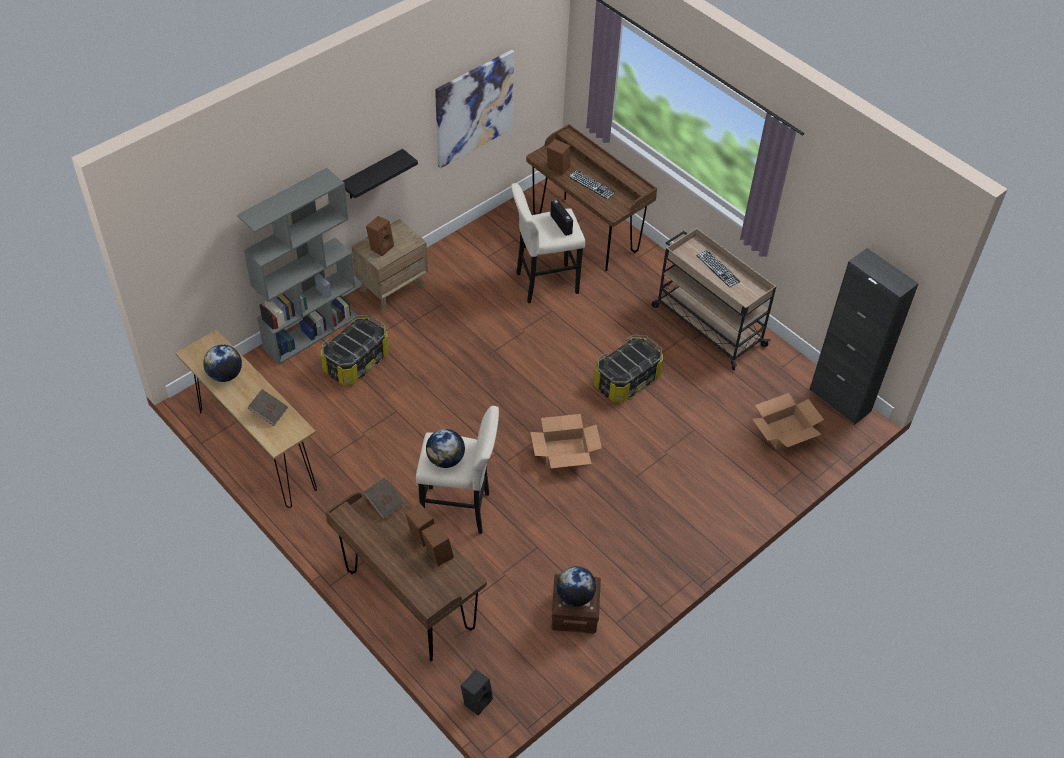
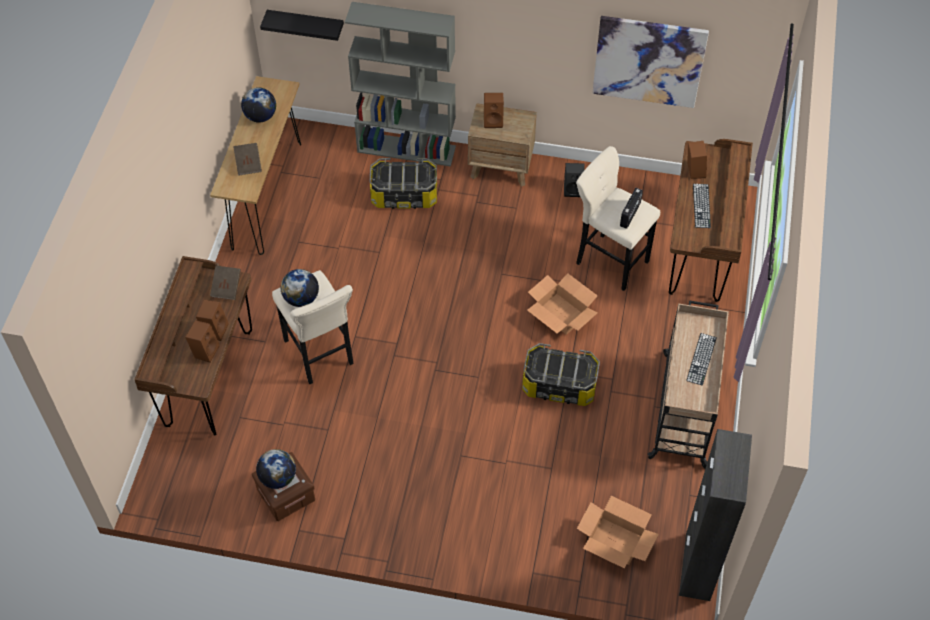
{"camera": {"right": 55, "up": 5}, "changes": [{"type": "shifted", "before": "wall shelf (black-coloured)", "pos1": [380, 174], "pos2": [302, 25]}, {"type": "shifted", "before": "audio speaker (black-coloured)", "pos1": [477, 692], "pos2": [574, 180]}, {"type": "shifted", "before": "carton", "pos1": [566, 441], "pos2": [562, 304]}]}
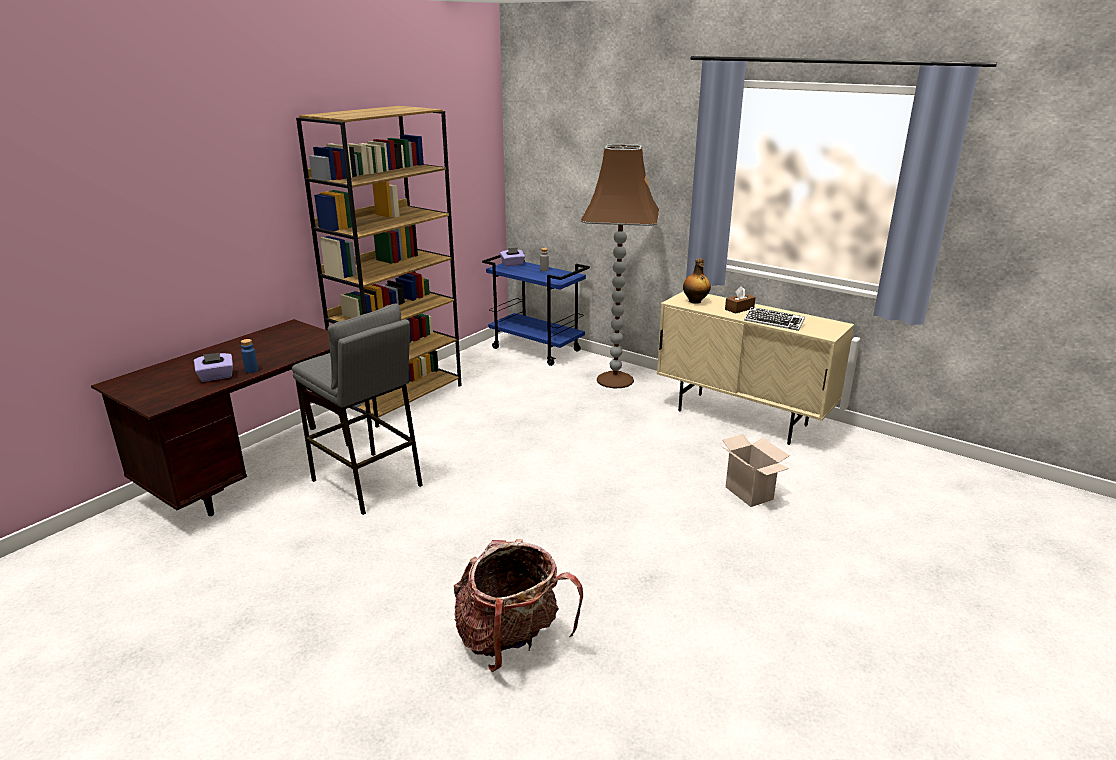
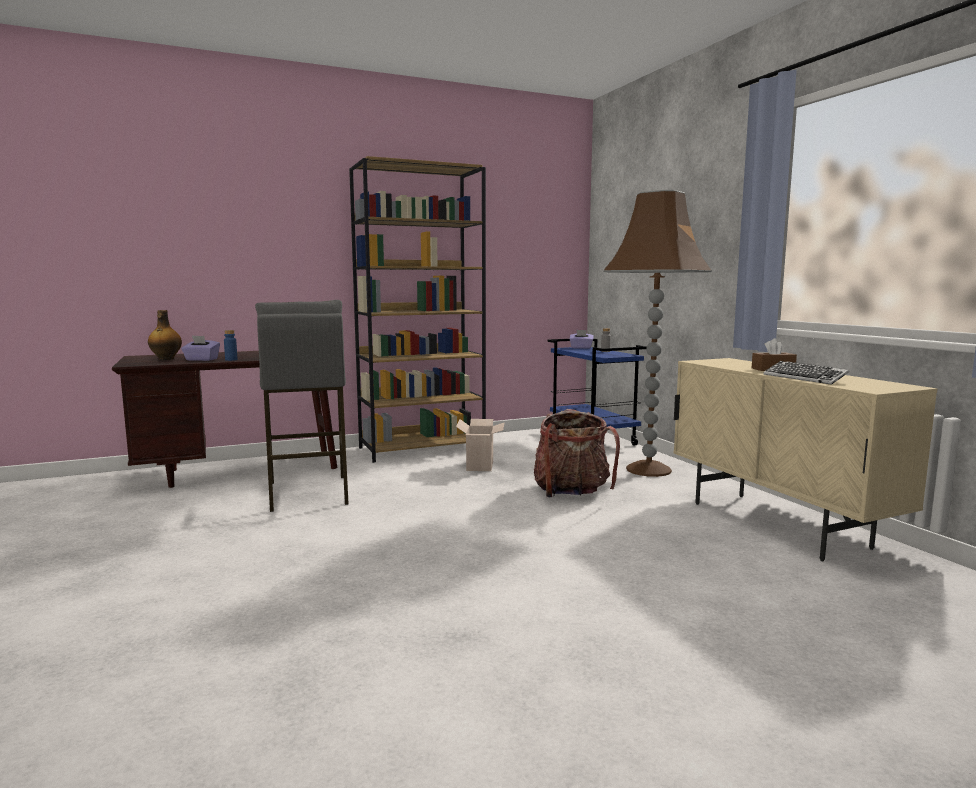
{"camera": {"right": 30, "up": -15}, "changes": [{"type": "shifted", "before": "knapsack", "pos1": [518, 605], "pos2": [577, 453]}, {"type": "shifted", "before": "drink bottle", "pos1": [697, 281], "pos2": [165, 335]}, {"type": "shifted", "before": "carton", "pos1": [755, 470], "pos2": [480, 445]}]}
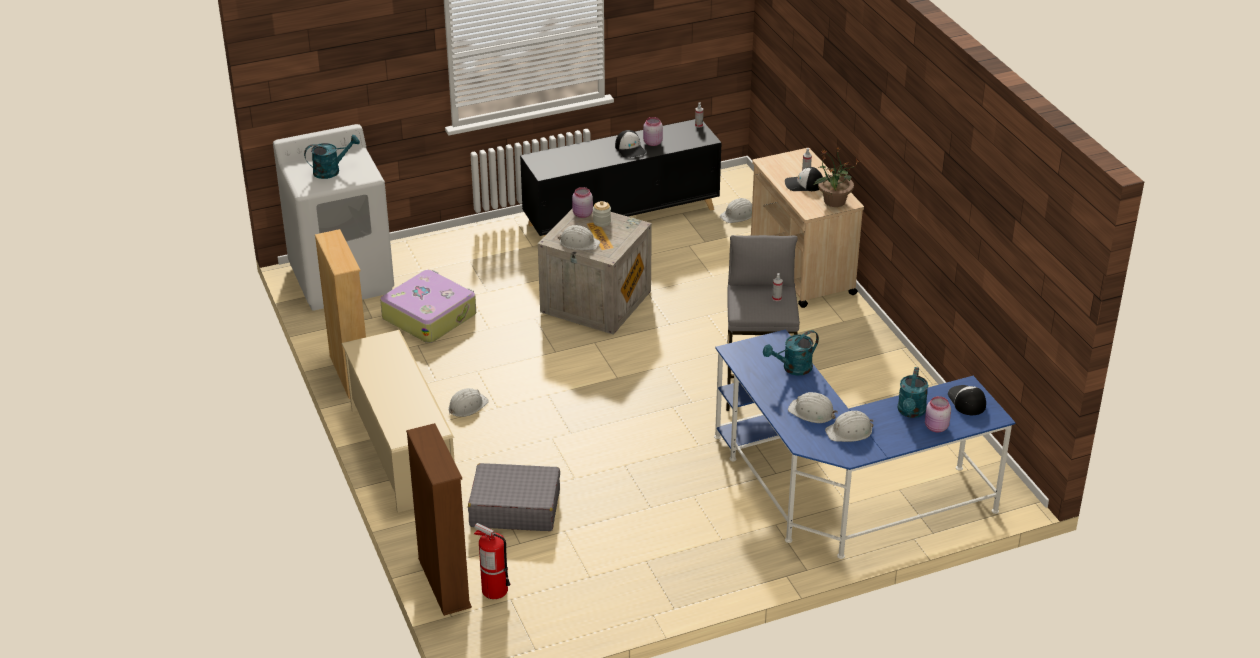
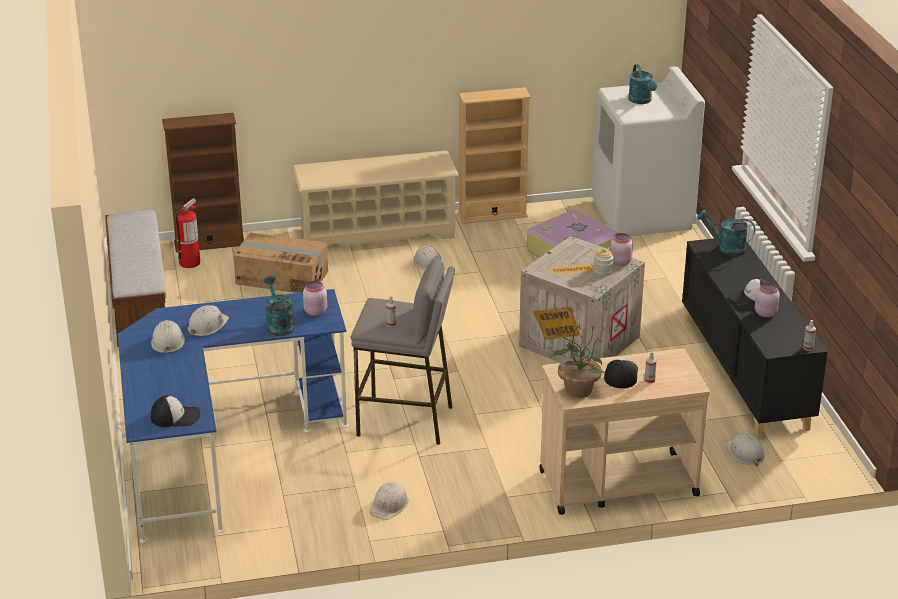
{"camera": {"right": 100, "up": -5}, "changes": [{"type": "new", "after": "indoor bench", "pos2": [136, 278]}, {"type": "shifted", "before": "safety helmet (whitish)", "pos1": [579, 237], "pos2": [389, 501]}, {"type": "shifted", "before": "watering can (turquoise-coloured)", "pos1": [912, 392], "pos2": [726, 233]}, {"type": "shifted", "before": "storage jar (pink-coloured)", "pos1": [938, 414], "pos2": [315, 298]}, {"type": "swapped", "before": "suitcase (greyish)", "after": "carton", "pos1": [514, 497], "pos2": [280, 262]}]}
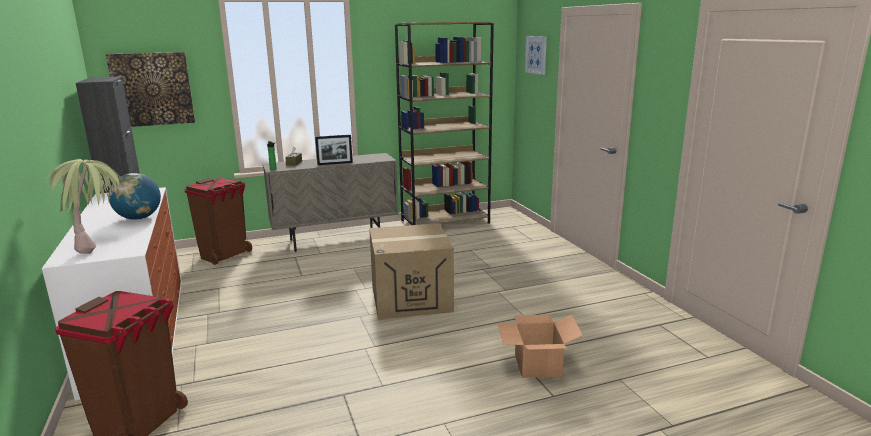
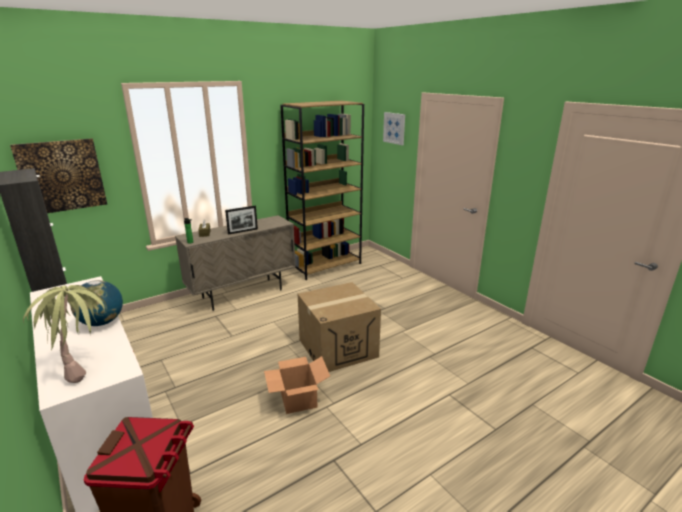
{"camera": {"right": -15, "up": 5}, "changes": [{"type": "gone", "before": "rubbish bin (brown)", "pos1": [218, 221]}, {"type": "shifted", "before": "carton", "pos1": [540, 346], "pos2": [297, 385]}]}
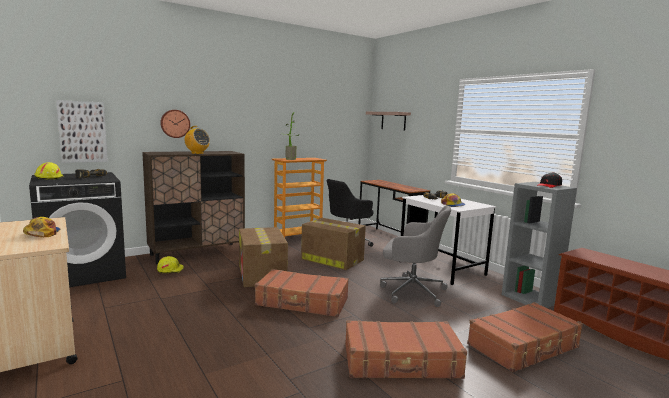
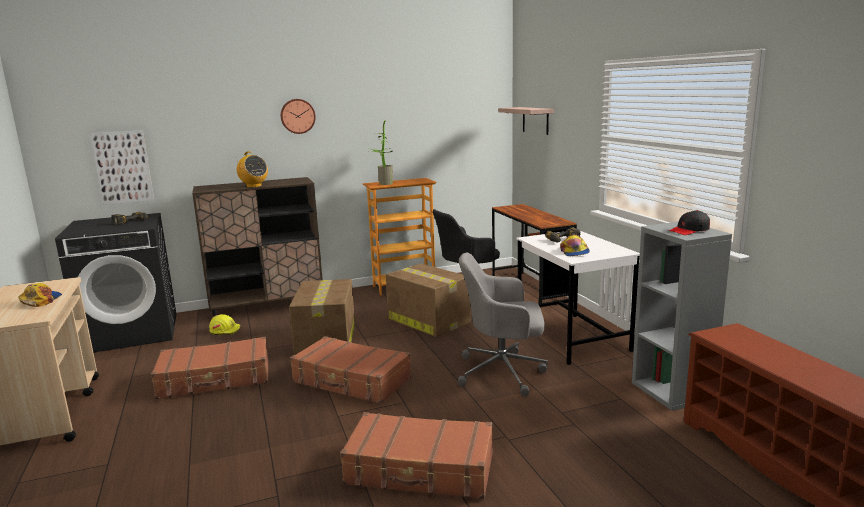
{"camera": {"right": 15, "up": 5}, "changes": [{"type": "gone", "before": "safety helmet (yellowish)", "pos1": [48, 171]}, {"type": "shifted", "before": "wall clock", "pos1": [175, 124], "pos2": [298, 116]}, {"type": "shifted", "before": "suitcase (brown)", "pos1": [525, 337], "pos2": [209, 368]}, {"type": "rotated", "before": "computer chair (greyish)", "pos1": [415, 256], "pos2": [502, 324], "turn": 150}]}
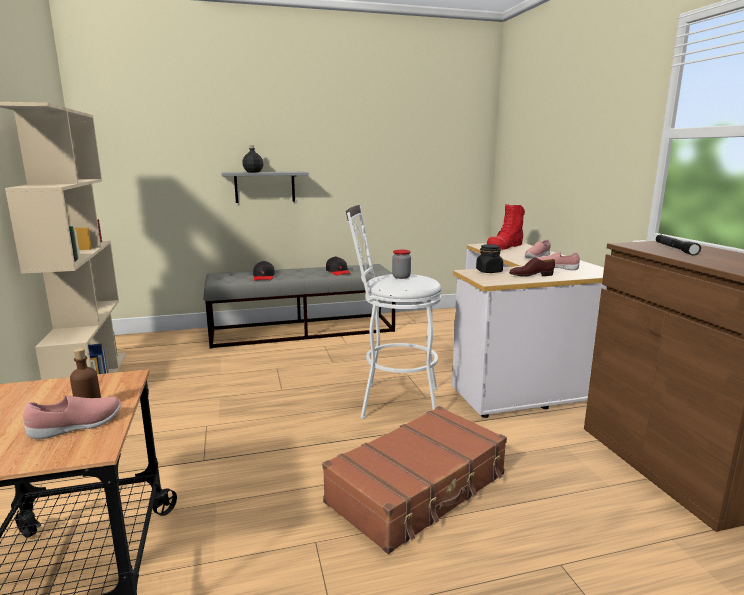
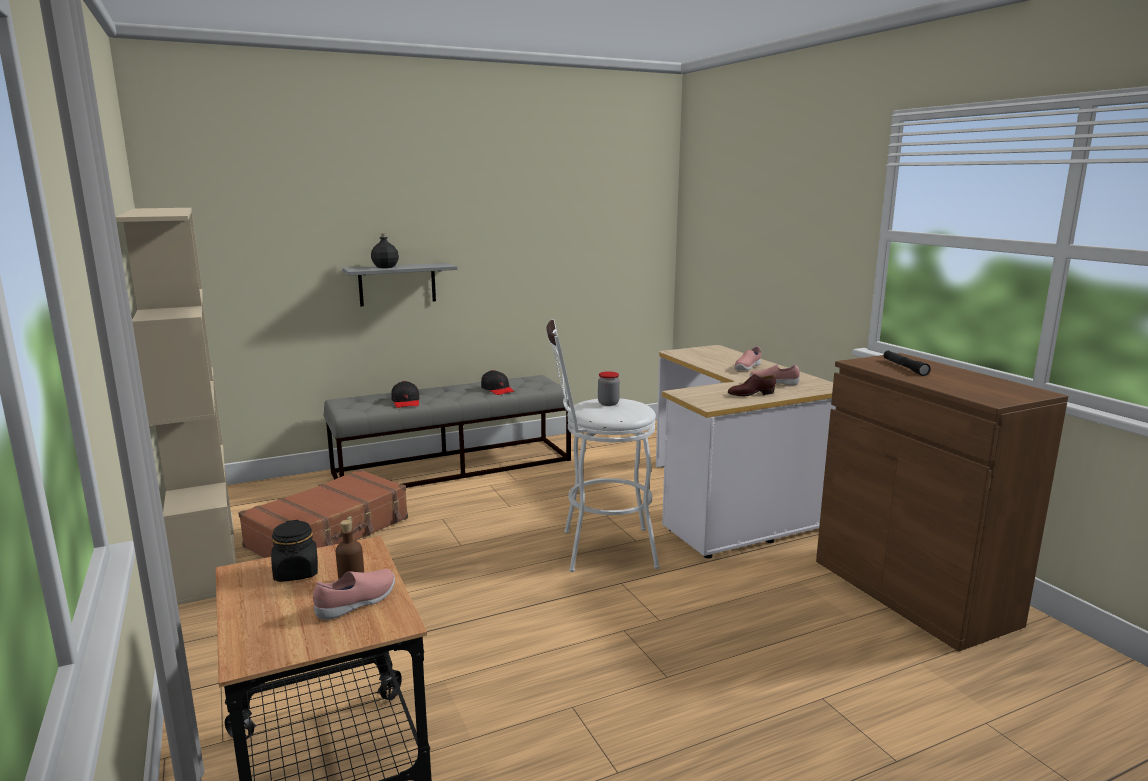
{"camera": {"right": -10, "up": 0}, "changes": [{"type": "gone", "before": "tall boot (red)", "pos1": [506, 227]}, {"type": "shifted", "before": "suitcase (brown)", "pos1": [414, 480], "pos2": [323, 513]}, {"type": "shifted", "before": "storage jar (black-coloured)", "pos1": [489, 258], "pos2": [294, 551]}]}
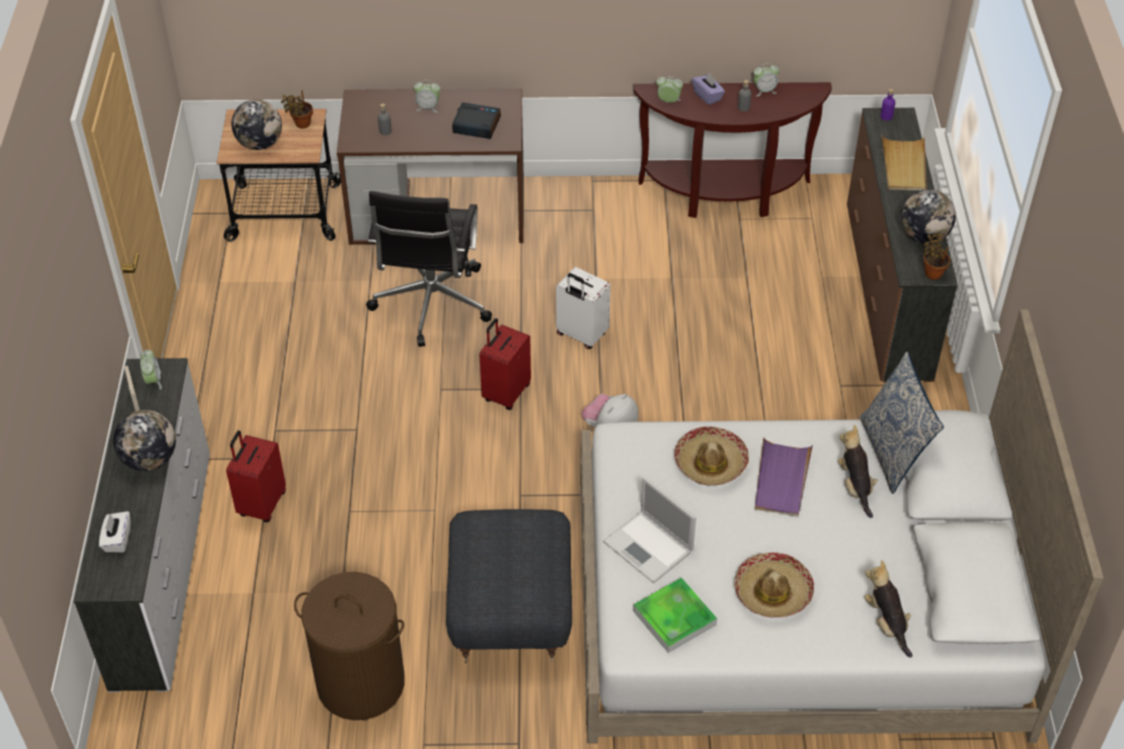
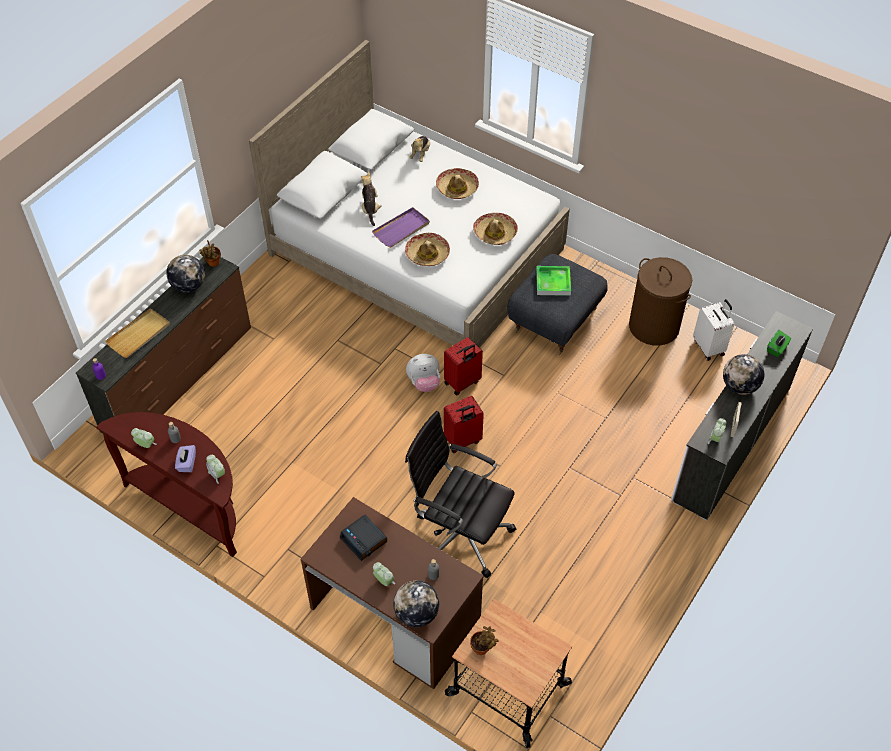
{"camera": {"right": -145, "up": 5}, "changes": [{"type": "gone", "before": "cushion", "pos1": [901, 422]}, {"type": "shifted", "before": "suitcase (red)", "pos1": [256, 476], "pos2": [463, 366]}, {"type": "shifted", "before": "world globe", "pos1": [256, 125], "pos2": [416, 604]}, {"type": "shifted", "before": "suitcase (whitish)", "pos1": [583, 308], "pos2": [713, 330]}, {"type": "shifted", "before": "carrying tray", "pos1": [675, 615], "pos2": [553, 281]}, {"type": "swapped", "before": "portable computer", "after": "wearable hat", "pos1": [649, 530], "pos2": [495, 229]}, {"type": "repainted", "before": "tissue box (whitish)", "after": "tissue box (green)", "pos1": [115, 531], "pos2": [779, 343]}, {"type": "rotated", "before": "computer chair (black-coloured)", "pos1": [429, 269], "pos2": [460, 494], "turn": -105}, {"type": "rotated", "before": "plush toy", "pos1": [858, 471], "pos2": [371, 199], "turn": 150}]}
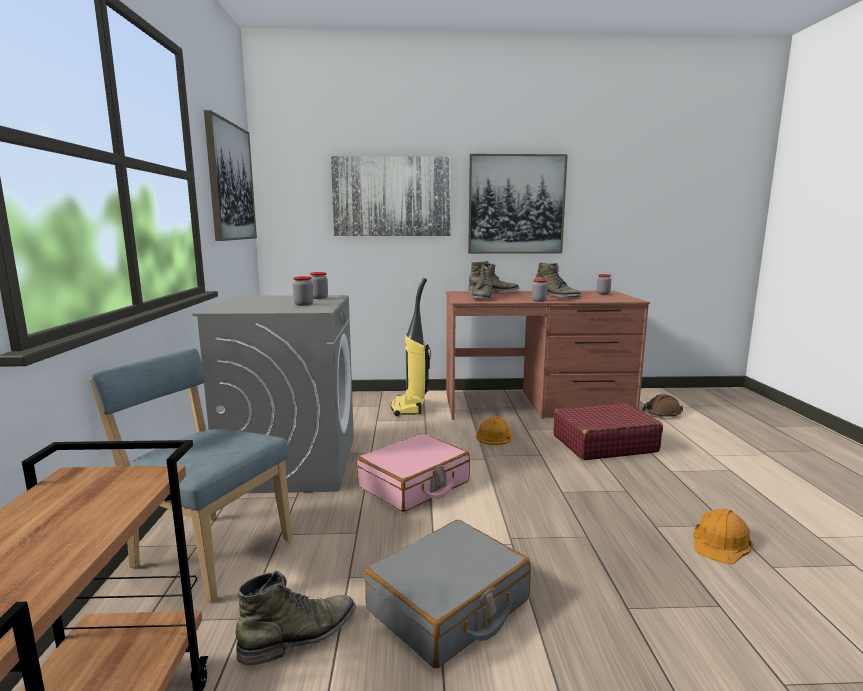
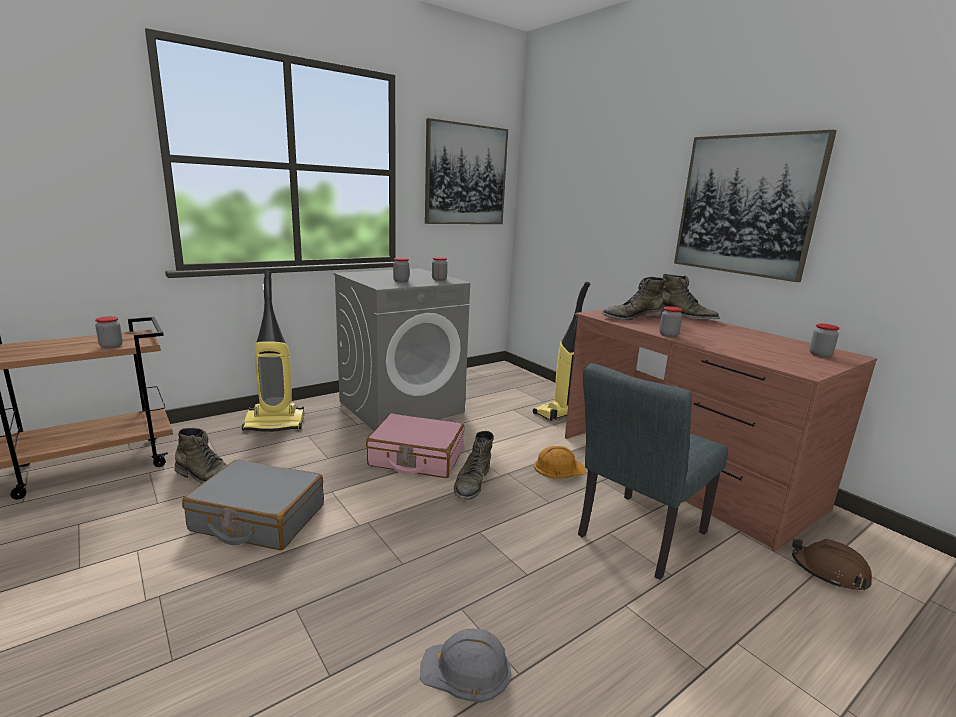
{"camera": {"right": 55, "up": 5}, "changes": [{"type": "gone", "before": "picture", "pos1": [391, 196]}, {"type": "new", "after": "storage jar", "pos2": [109, 332]}, {"type": "shifted", "before": "tall boot (green)", "pos1": [558, 280], "pos2": [474, 465]}, {"type": "swapped", "before": "chair (bluish)", "after": "hoover", "pos1": [190, 475], "pos2": [273, 351]}, {"type": "swapped", "before": "suitcase (red)", "after": "chair (greyish)", "pos1": [608, 431], "pos2": [653, 471]}, {"type": "repainted", "before": "safety helmet (orange)", "after": "safety helmet (greyish)", "pos1": [723, 536], "pos2": [465, 666]}]}
